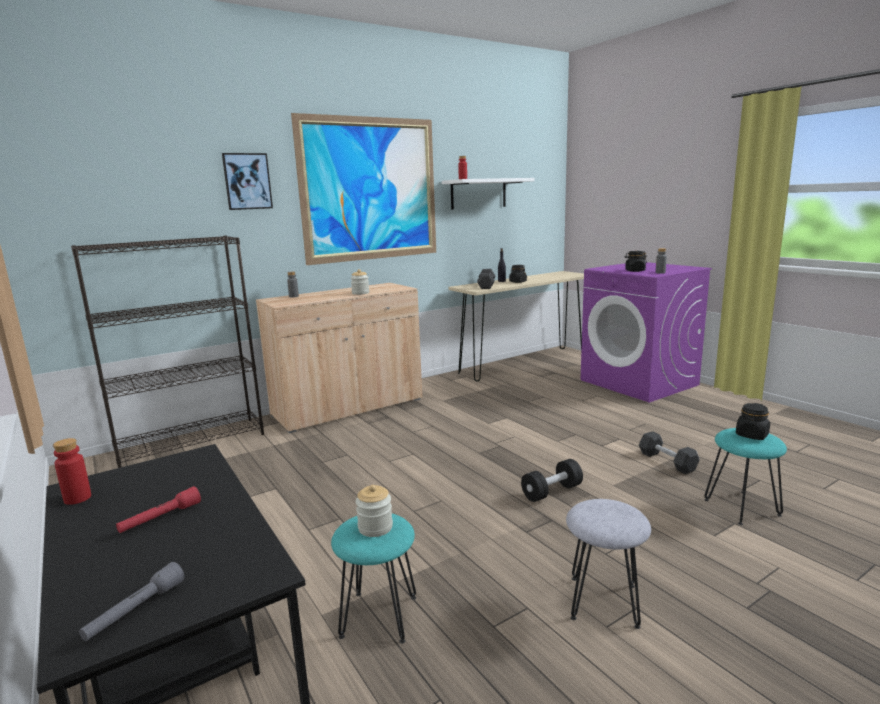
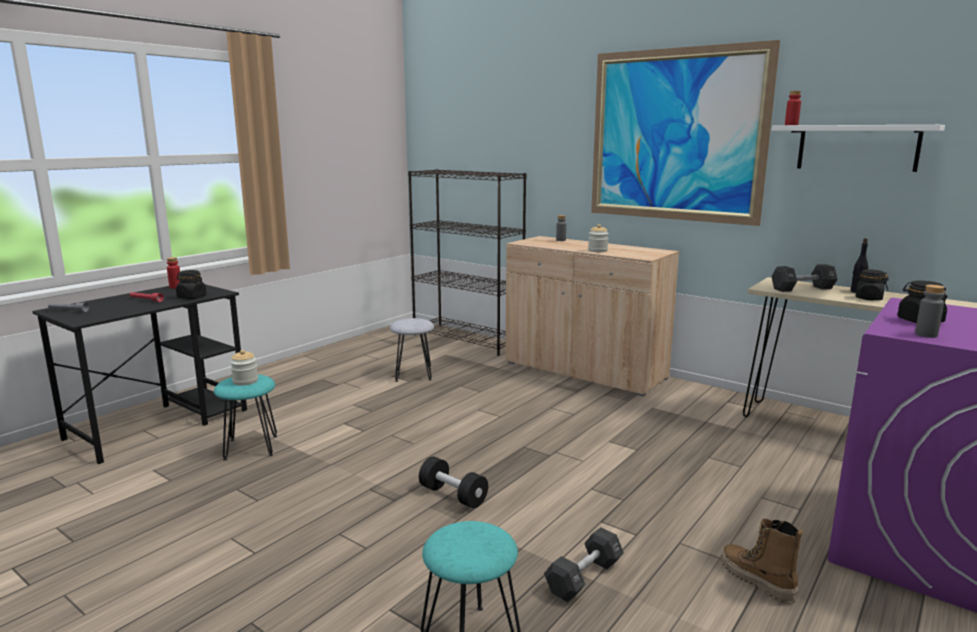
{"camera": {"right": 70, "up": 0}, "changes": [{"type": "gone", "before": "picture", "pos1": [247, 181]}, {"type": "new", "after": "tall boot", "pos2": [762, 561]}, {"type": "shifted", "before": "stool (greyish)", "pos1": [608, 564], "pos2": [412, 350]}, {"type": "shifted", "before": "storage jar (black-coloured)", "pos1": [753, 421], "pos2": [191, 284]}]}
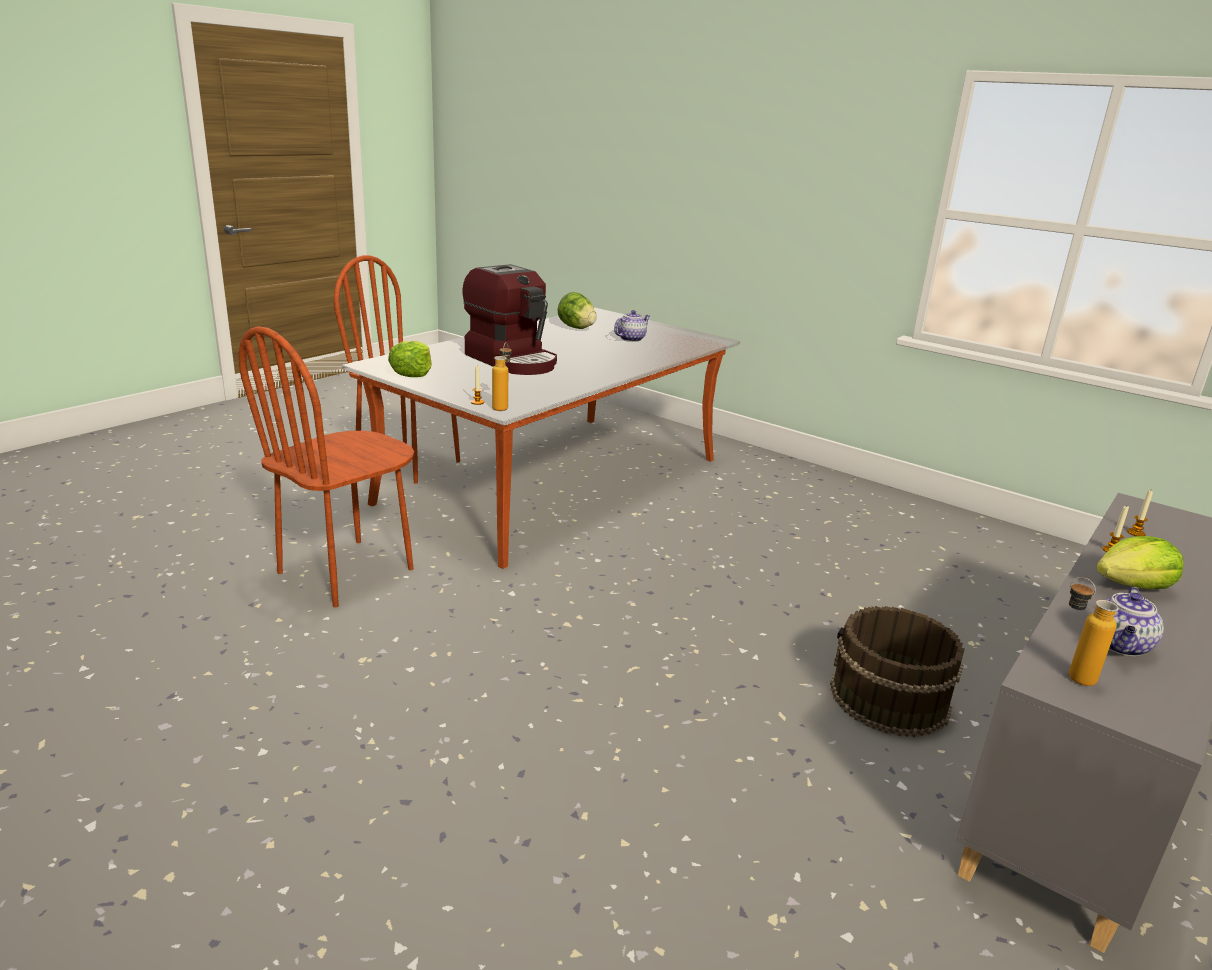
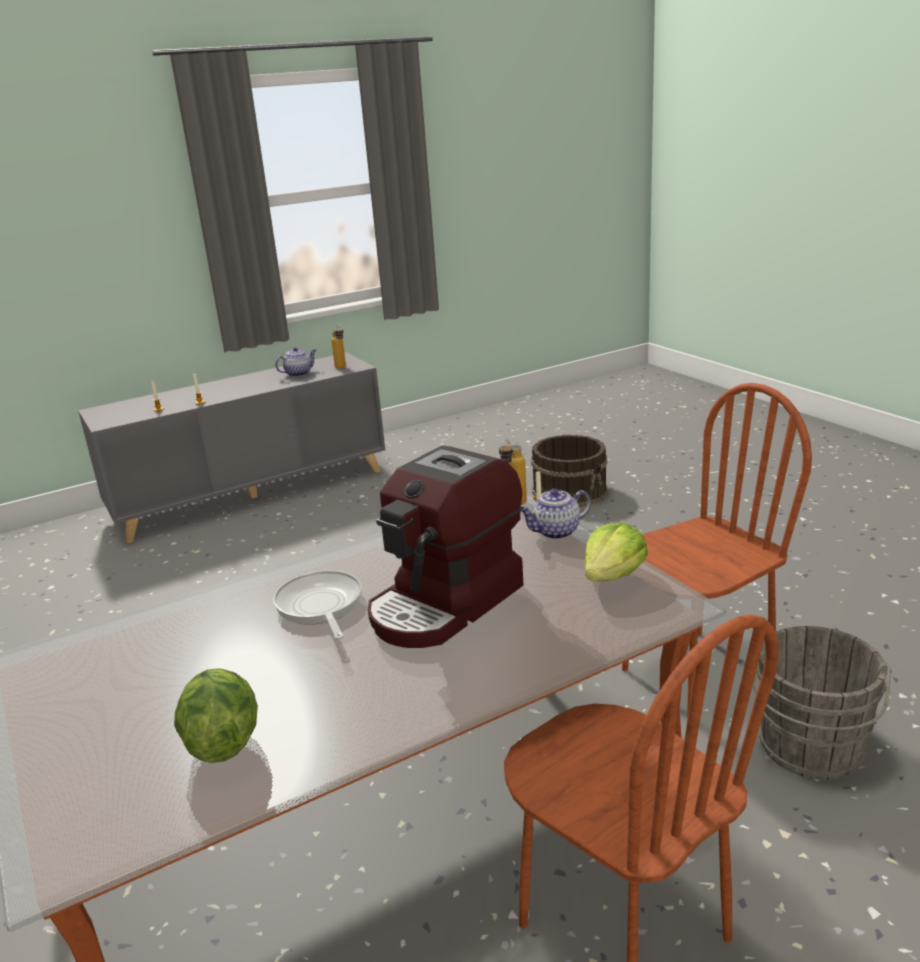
{"camera": {"right": -155, "up": 0}, "changes": [{"type": "gone", "before": "head of lettuce", "pos1": [1140, 562]}, {"type": "new", "after": "pan", "pos2": [317, 605]}, {"type": "new", "after": "water bucket (greyish)", "pos2": [822, 703]}, {"type": "shifted", "before": "teapot", "pos1": [632, 326], "pos2": [556, 513]}, {"type": "shifted", "before": "water bucket (brown)", "pos1": [897, 671], "pos2": [569, 470]}, {"type": "rotated", "before": "coffee maker", "pos1": [509, 319], "pos2": [445, 547], "turn": -120}]}
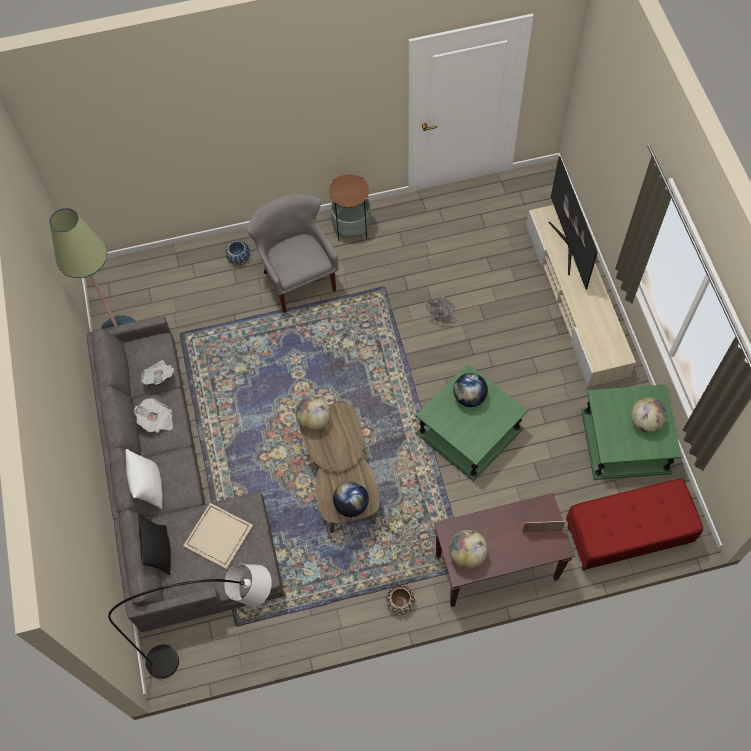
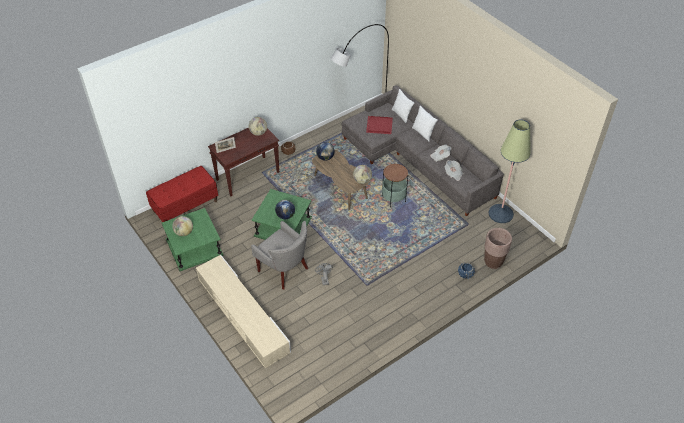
{"camera": {"right": 155, "up": -15}, "changes": [{"type": "gone", "before": "TV", "pos1": [573, 223]}, {"type": "new", "after": "plant pot (brown)", "pos2": [498, 248]}, {"type": "shifted", "before": "lounge chair (greyish)", "pos1": [293, 253], "pos2": [279, 255]}, {"type": "shifted", "before": "side table", "pos1": [350, 207], "pos2": [395, 186]}, {"type": "repainted", "before": "cushion (black-coloured)", "after": "cushion (whitish)", "pos1": [154, 544], "pos2": [403, 106]}, {"type": "repainted", "before": "carrying tray (beige)", "after": "carrying tray (red)", "pos1": [218, 536], "pos2": [379, 125]}]}
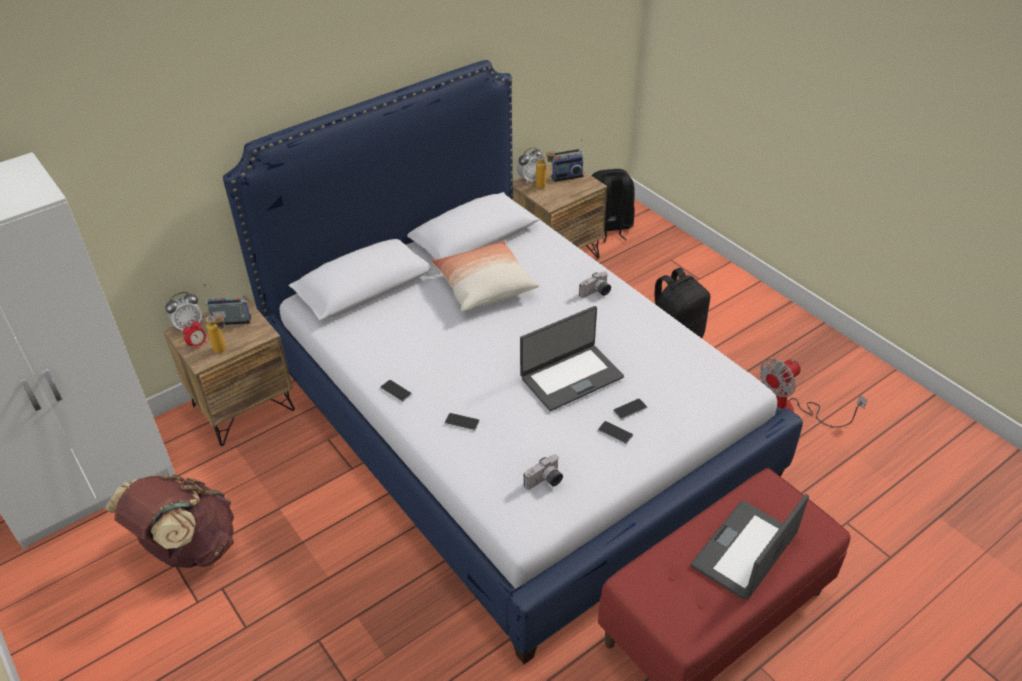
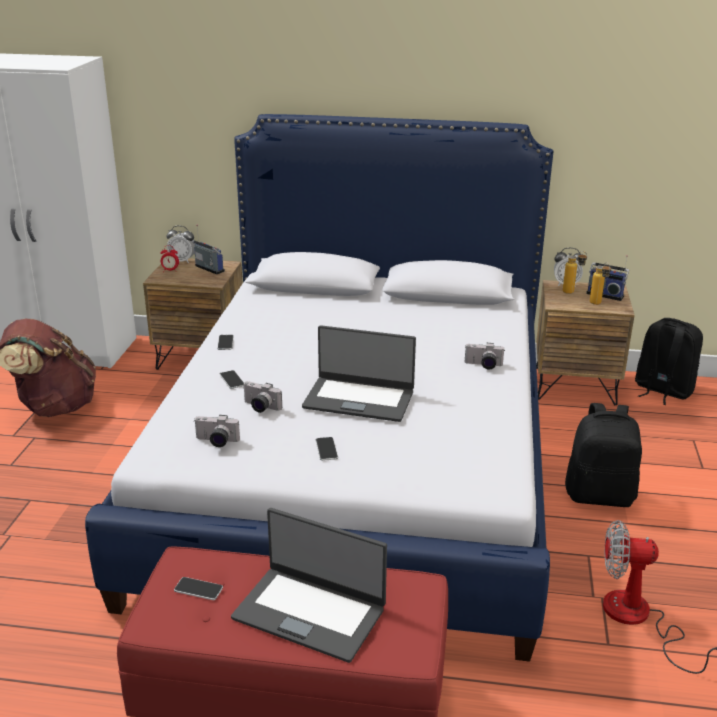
{"camera": {"right": 45, "up": -15}, "changes": [{"type": "gone", "before": "cushion", "pos1": [485, 276]}, {"type": "new", "after": "photo camera", "pos2": [262, 397]}, {"type": "shifted", "before": "drink bottle", "pos1": [216, 334], "pos2": [600, 283]}, {"type": "shifted", "before": "handset", "pos1": [630, 409], "pos2": [198, 588]}, {"type": "rotated", "before": "portable computer", "pos1": [750, 546], "pos2": [309, 585], "turn": -150}]}
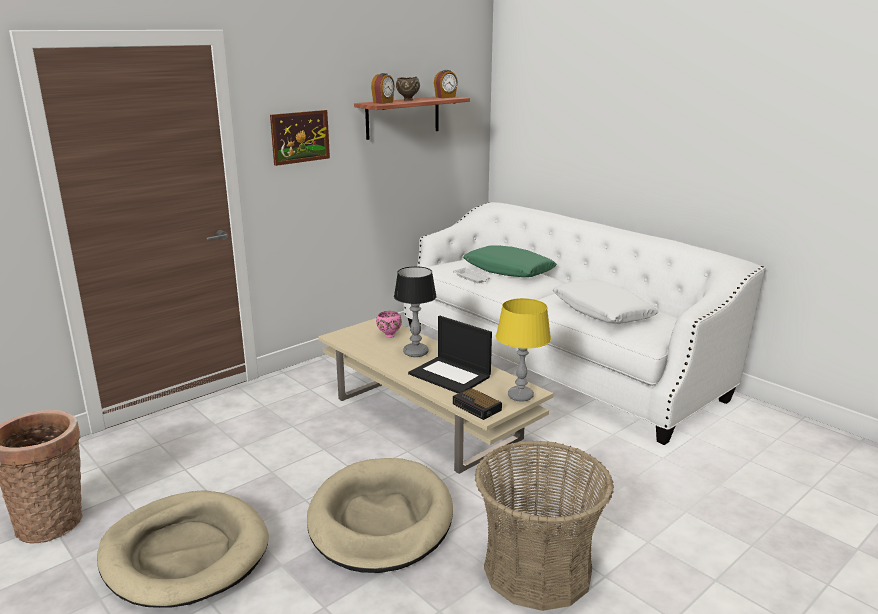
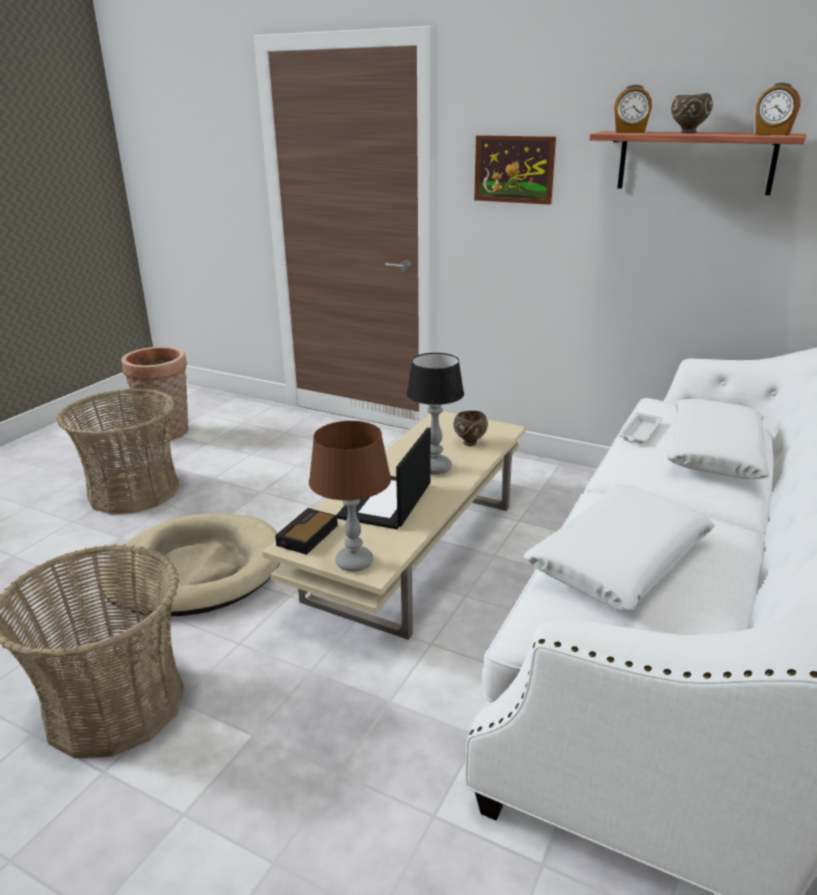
{"camera": {"right": 70, "up": 5}, "changes": [{"type": "swapped", "before": "dog cushion (beige)", "after": "household basket", "pos1": [183, 549], "pos2": [118, 451]}, {"type": "repainted", "before": "serving bowl (pink-coloured)", "after": "serving bowl (brown)", "pos1": [389, 324], "pos2": [470, 428]}, {"type": "repainted", "before": "cushion (green)", "after": "cushion (whitish)", "pos1": [510, 261], "pos2": [718, 439]}, {"type": "repainted", "before": "tabletop lamp (yellowish)", "after": "tabletop lamp (brown)", "pos1": [523, 350], "pos2": [350, 496]}]}
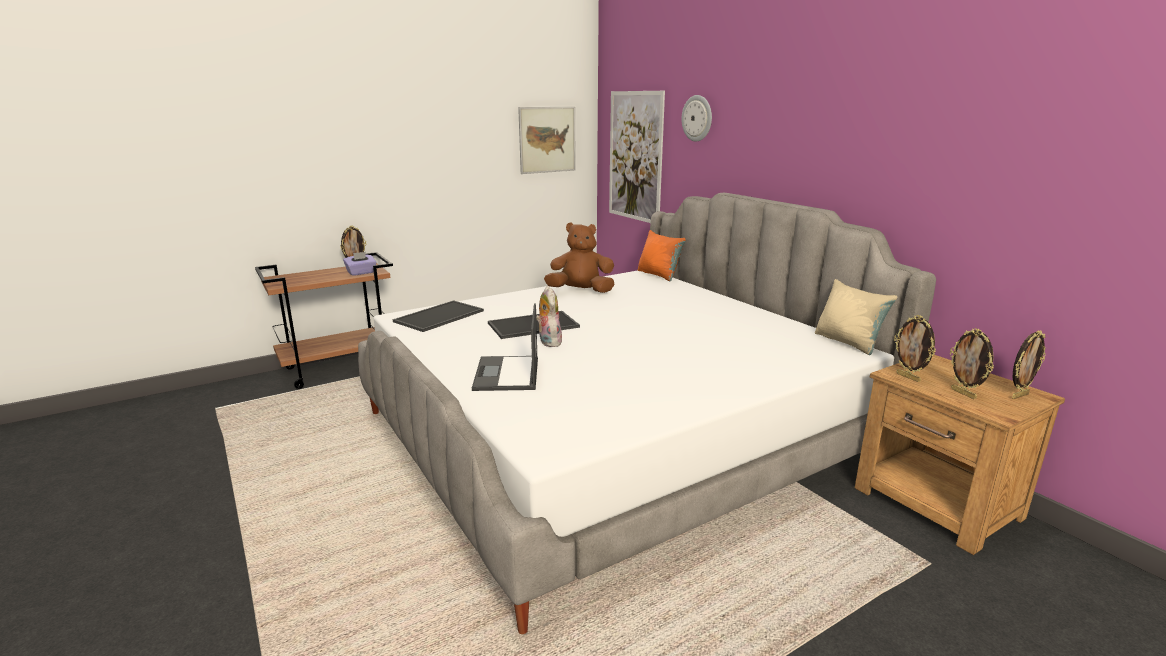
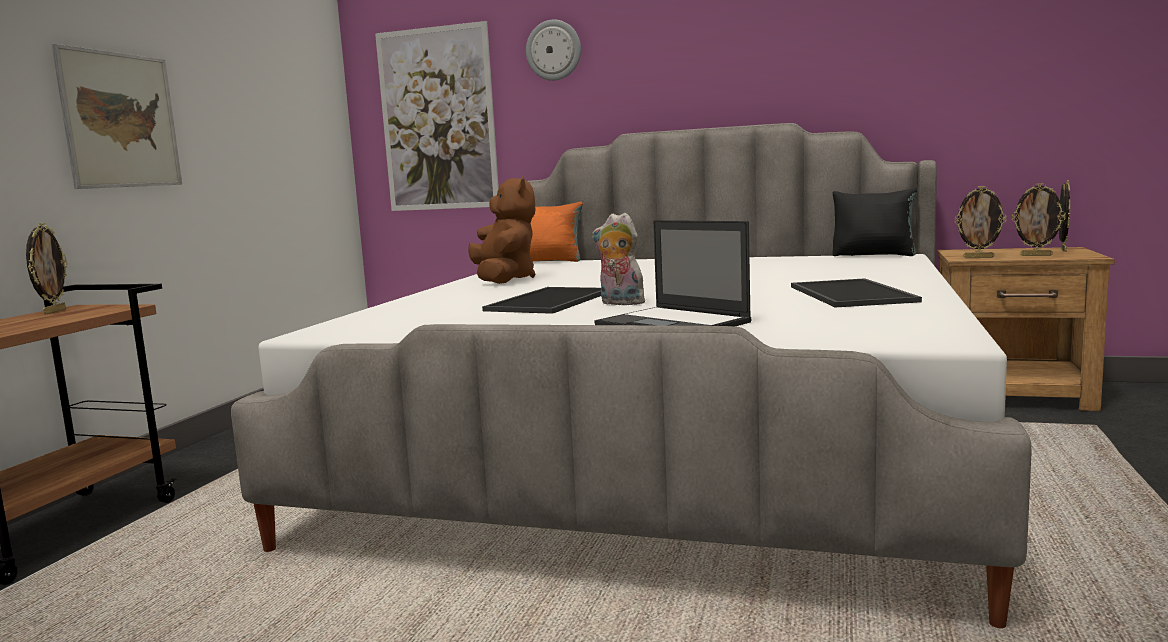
{"camera": {"right": -40, "up": -10}, "changes": [{"type": "gone", "before": "tissue box (purplish)", "pos1": [359, 264]}, {"type": "shifted", "before": "carrying tray", "pos1": [438, 316], "pos2": [856, 293]}, {"type": "shifted", "before": "picture", "pos1": [547, 140], "pos2": [116, 116]}, {"type": "repainted", "before": "cushion (beige)", "after": "cushion (black-coloured)", "pos1": [856, 317], "pos2": [874, 222]}, {"type": "rotated", "before": "plush toy (brown)", "pos1": [579, 257], "pos2": [502, 230], "turn": 120}]}
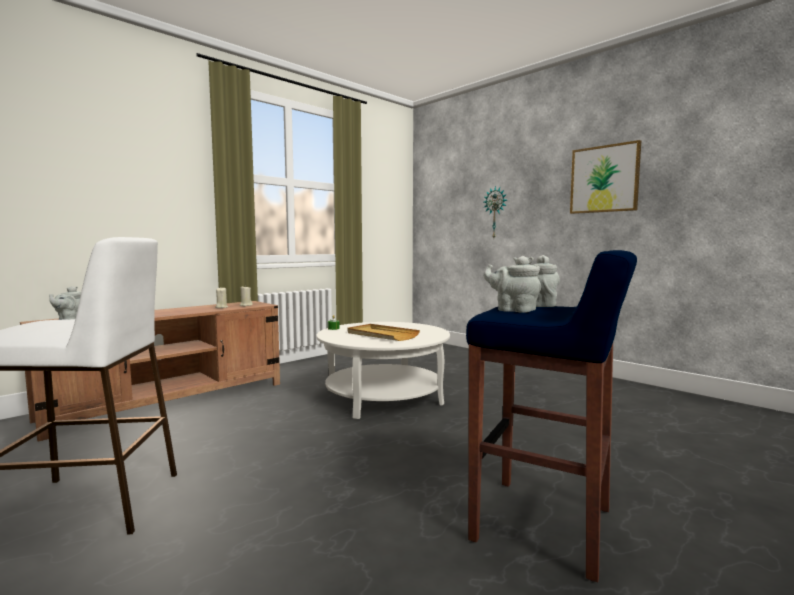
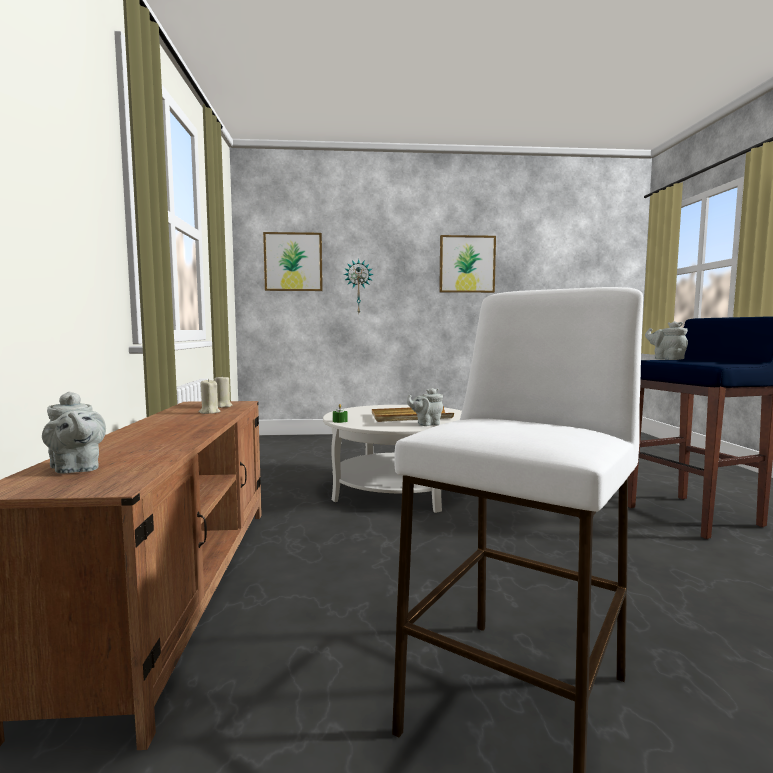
{"camera": {"right": -50, "up": 0}, "changes": [{"type": "new", "after": "picture", "pos2": [293, 261]}, {"type": "shifted", "before": "teapot (greyish)", "pos1": [512, 284], "pos2": [425, 407]}]}
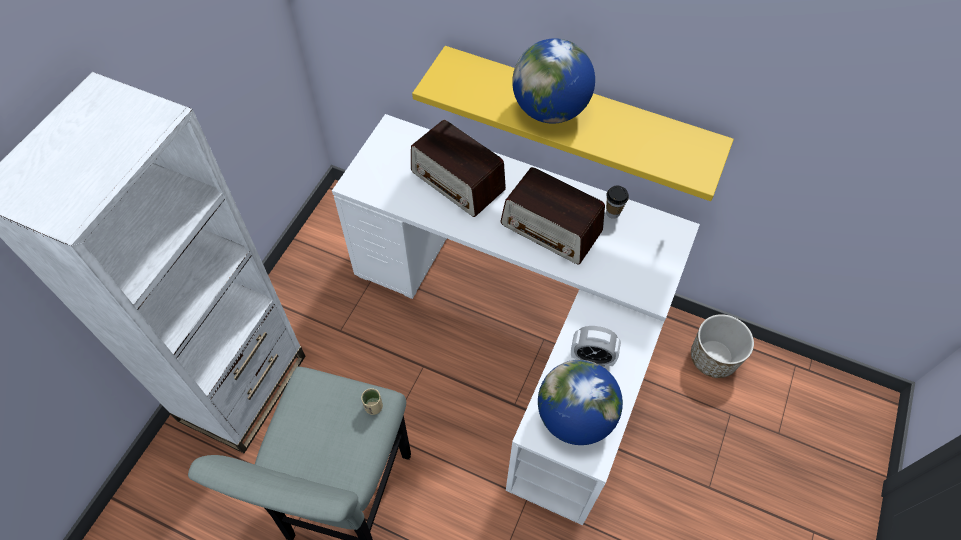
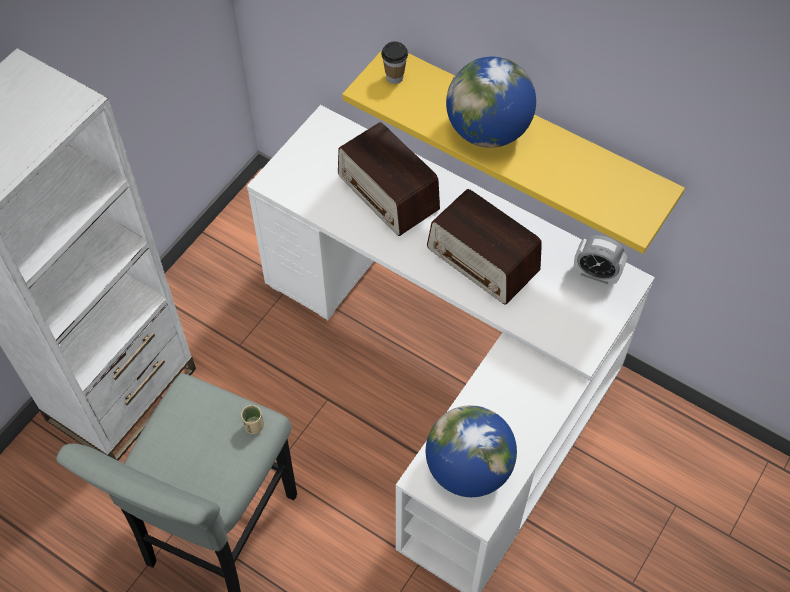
{"camera": {"right": 10, "up": 0}, "changes": [{"type": "gone", "before": "plant pot", "pos1": [722, 346]}, {"type": "shifted", "before": "table clock", "pos1": [596, 346], "pos2": [600, 259]}, {"type": "shifted", "before": "drinking cup", "pos1": [617, 202], "pos2": [394, 63]}]}
